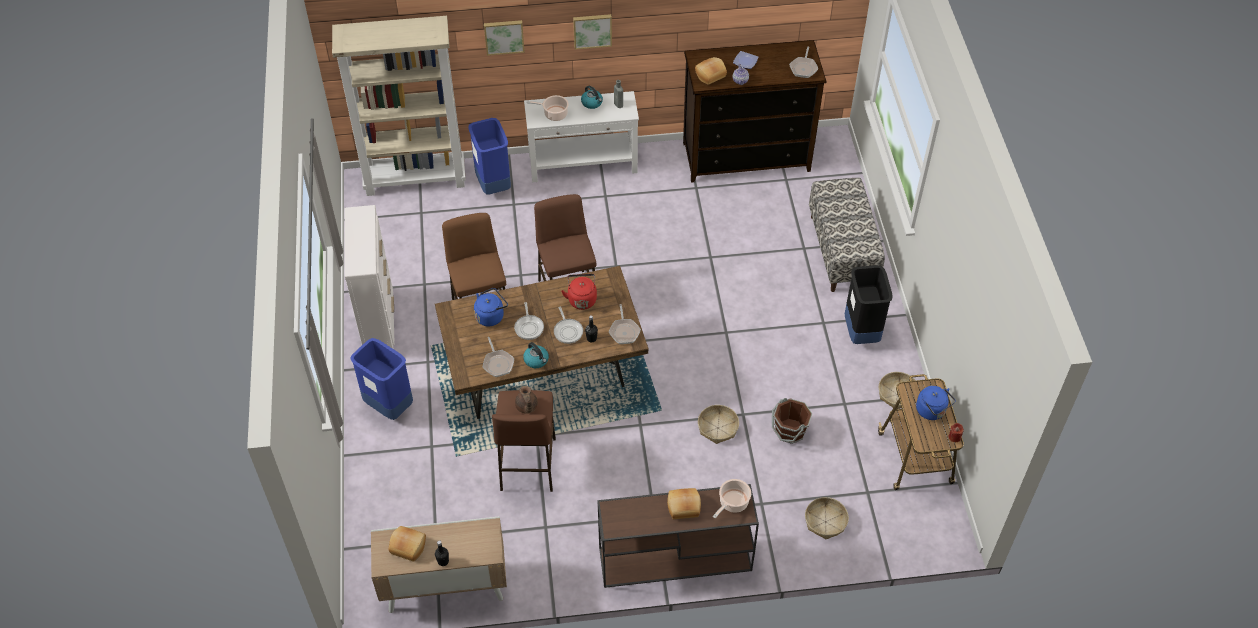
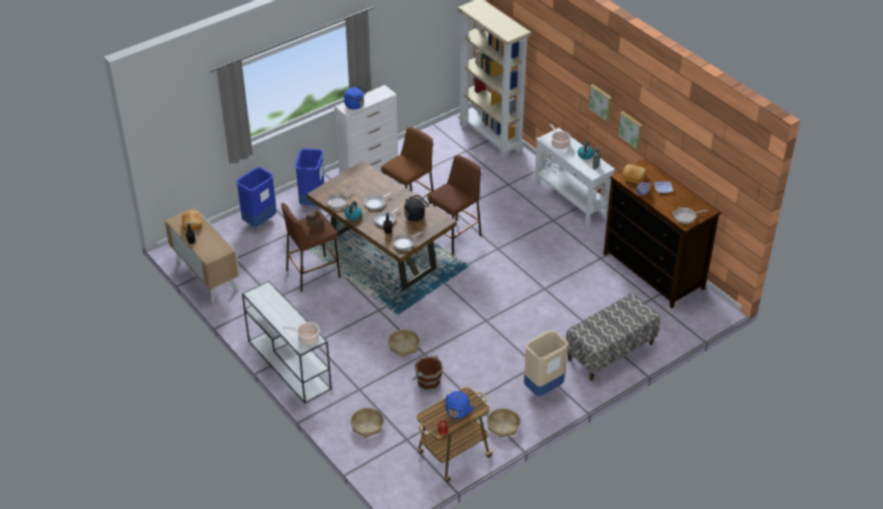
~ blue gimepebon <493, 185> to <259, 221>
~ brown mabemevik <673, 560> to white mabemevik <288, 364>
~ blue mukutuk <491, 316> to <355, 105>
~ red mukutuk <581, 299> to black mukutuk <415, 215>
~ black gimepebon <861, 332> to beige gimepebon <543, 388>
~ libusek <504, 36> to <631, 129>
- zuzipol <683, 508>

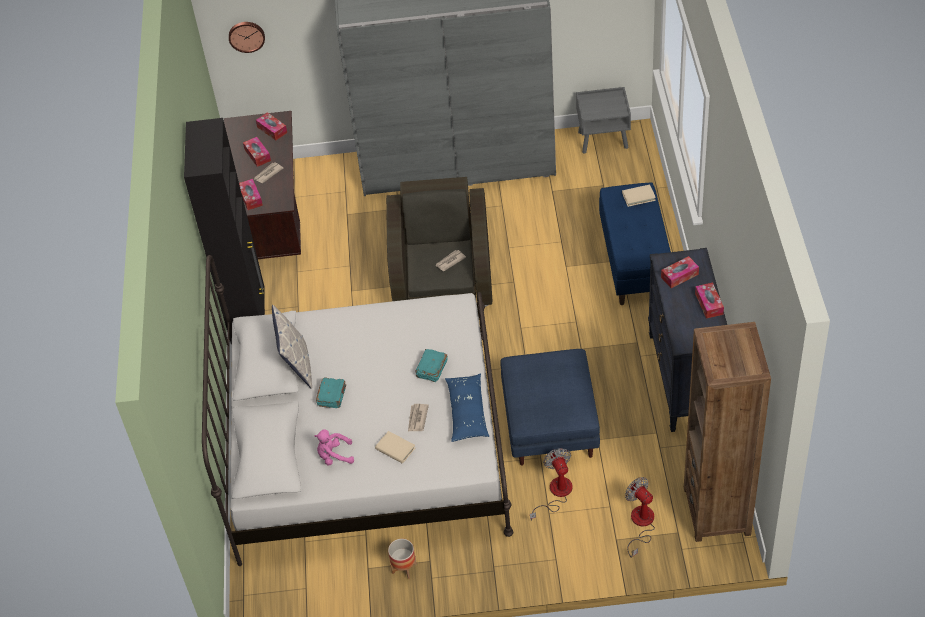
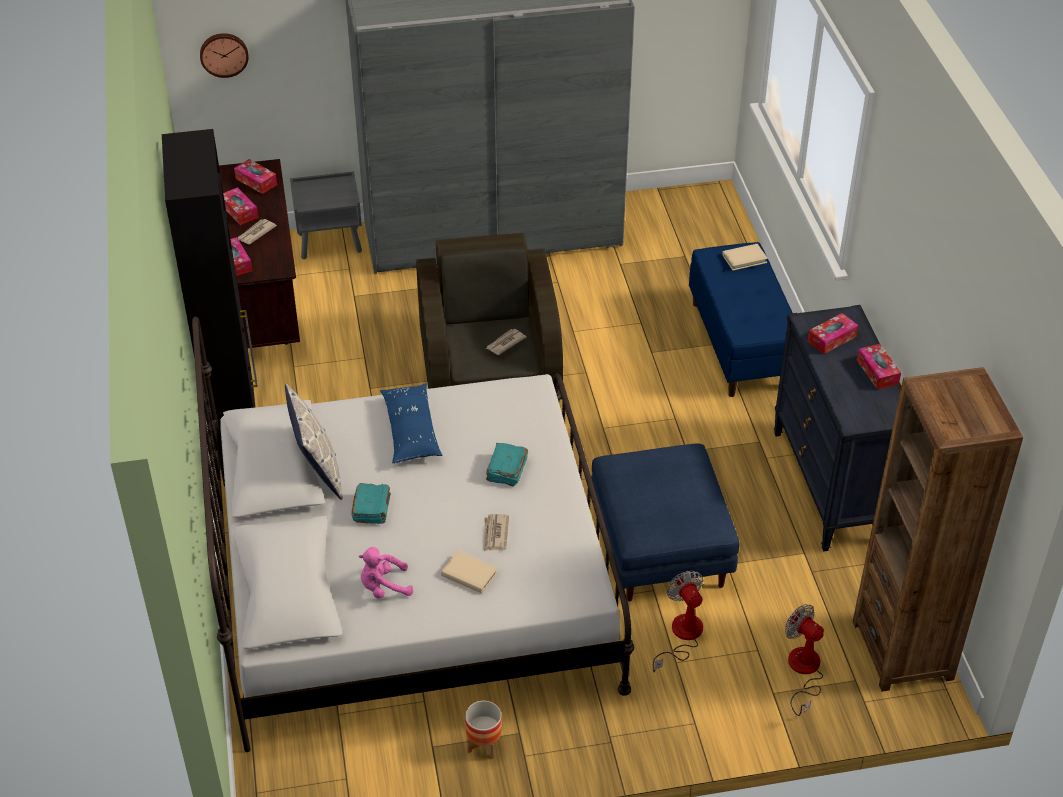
~ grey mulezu <603, 140> to <330, 242>
~ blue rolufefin <467, 412> to <410, 431>

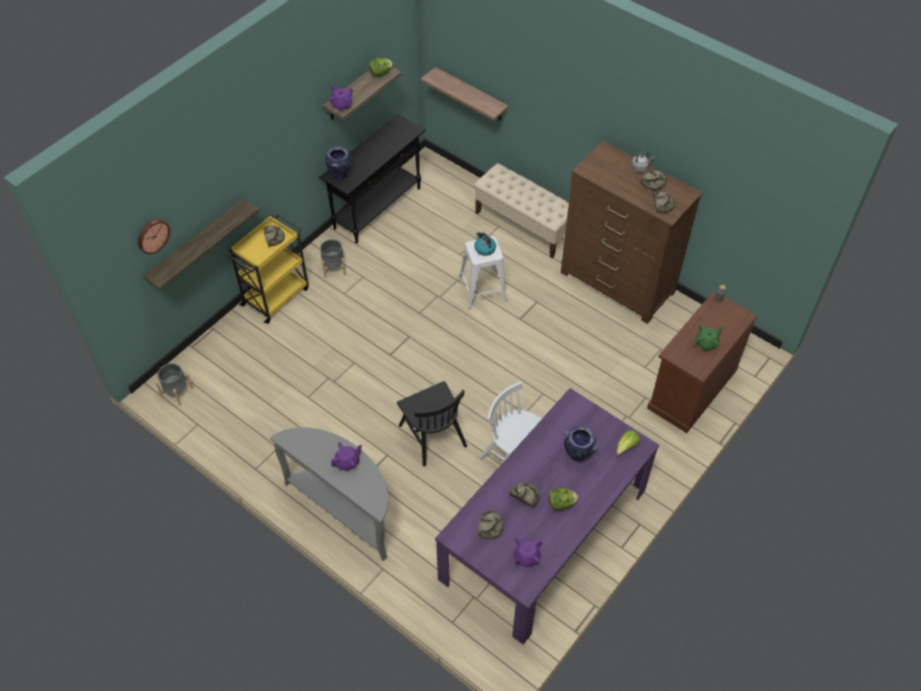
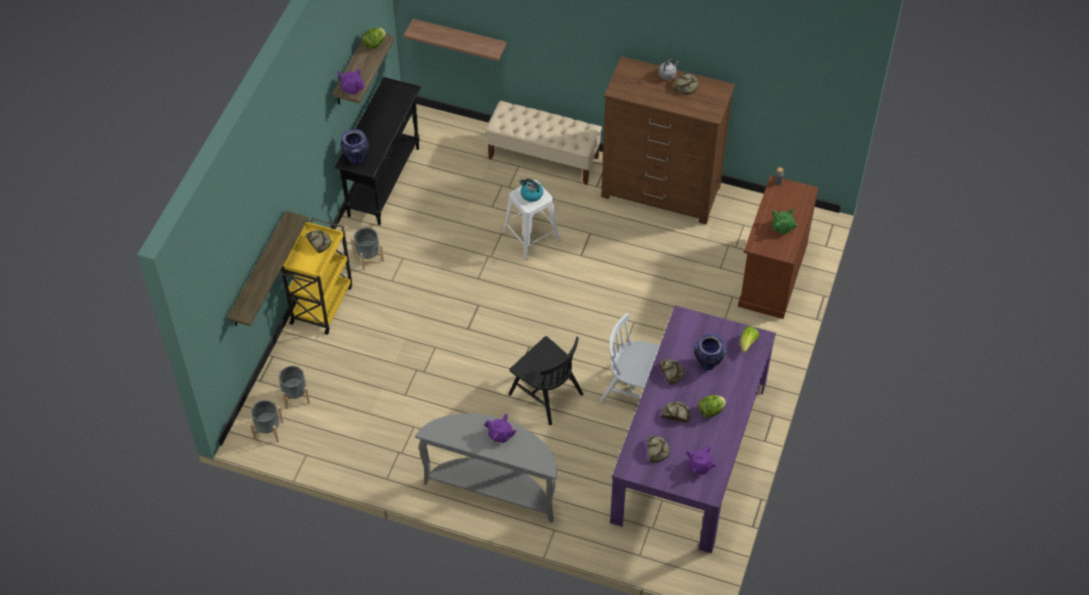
+ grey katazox <295, 396>
~ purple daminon <348, 462> = <500, 435> 75 degrees clockwise
~ zuzipol <662, 204> to <671, 372>
- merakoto <152, 235>

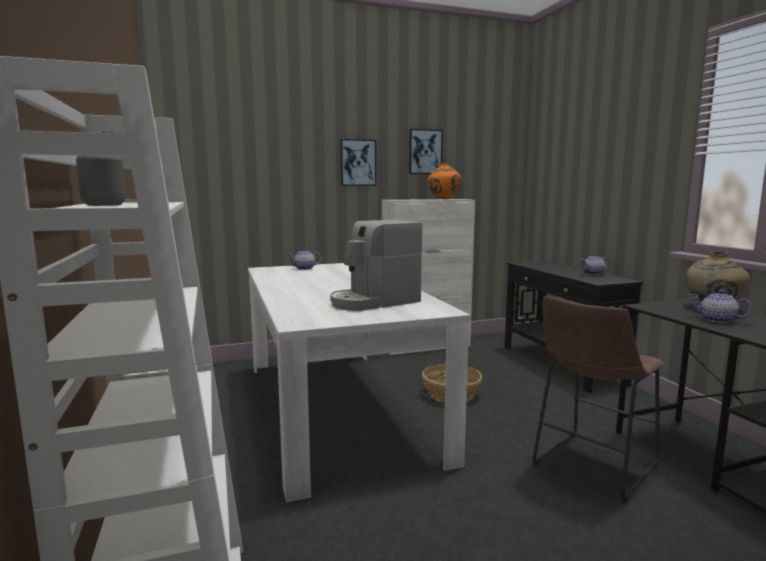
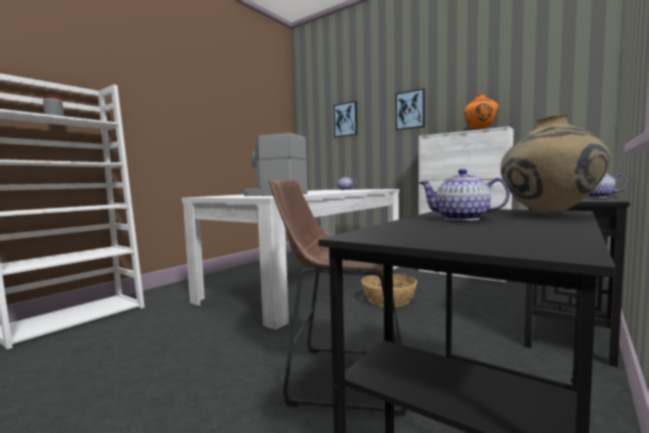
~ libusek <425, 152> to <346, 119>
~ daminon <718, 320> = <462, 218> 75 degrees counterclockwise

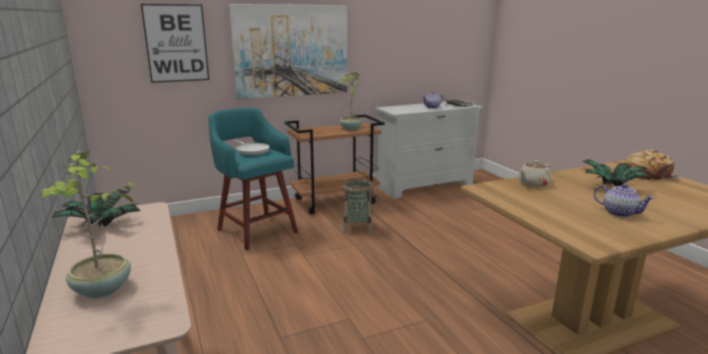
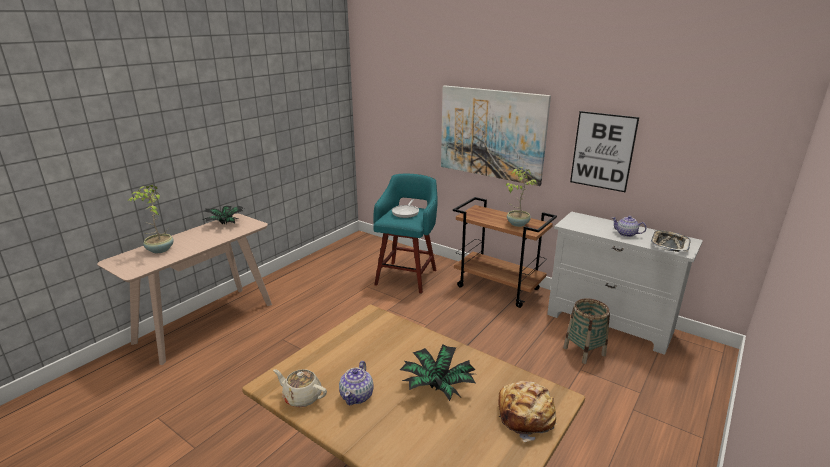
~ beige daminon <533, 184> to <301, 397>
~ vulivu <357, 228> to <584, 351>
~ libusek <176, 43> to <602, 151>

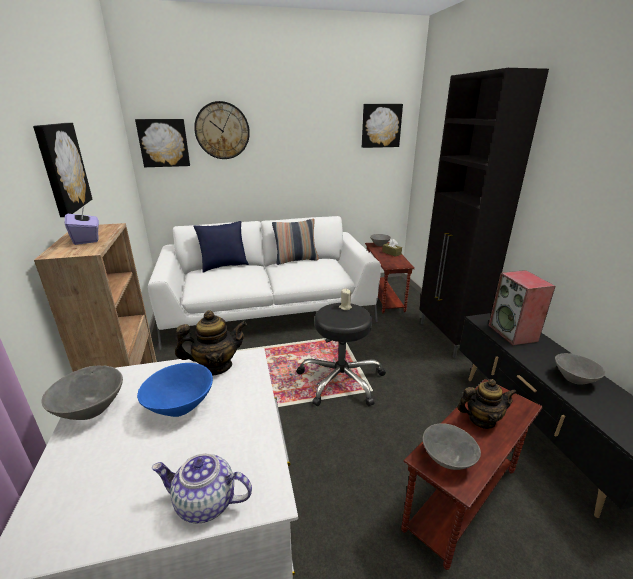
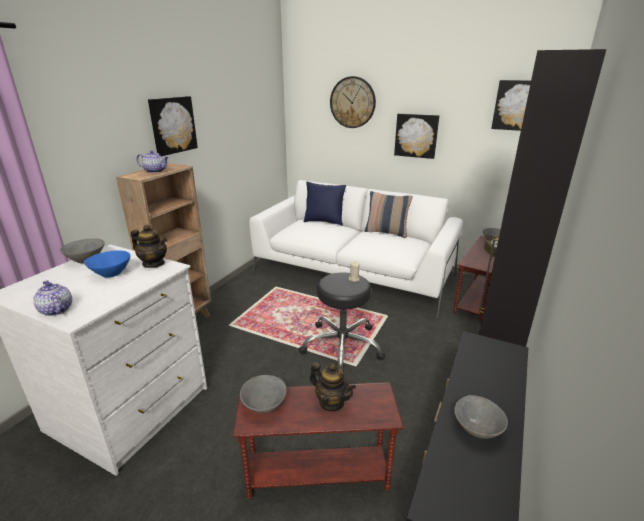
~ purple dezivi <87, 239> to daminon <155, 171>
~ libusek <164, 143> to <416, 135>
- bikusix <513, 333>

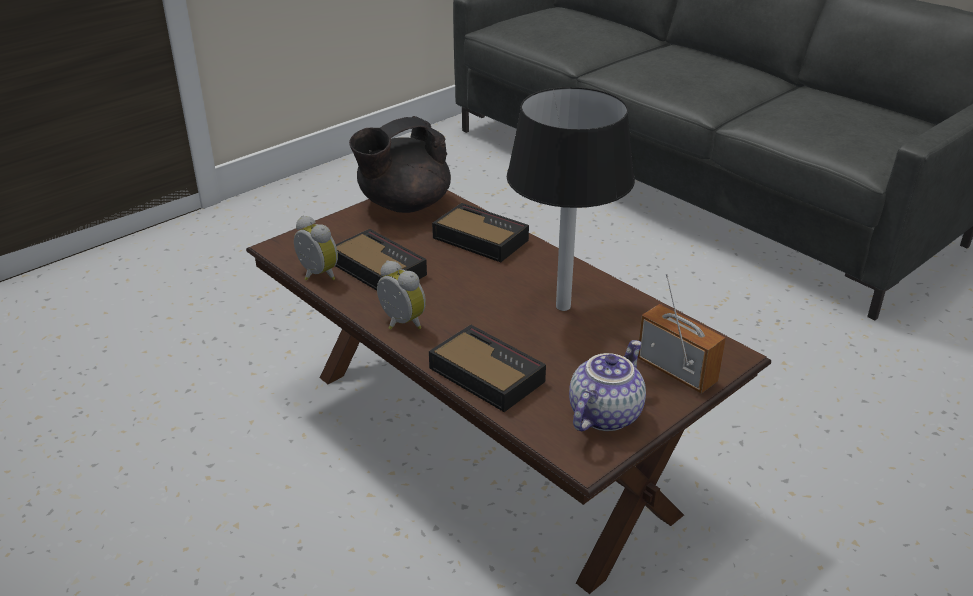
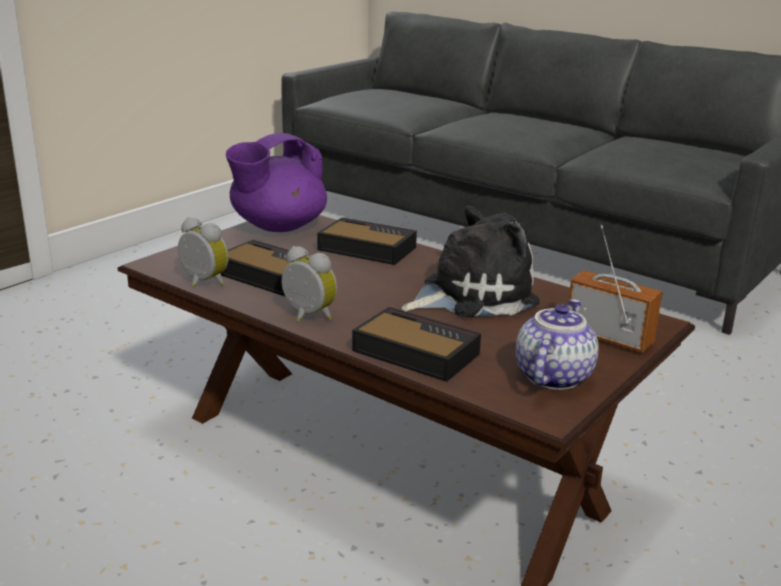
~ black daminon <403, 205> to purple daminon <277, 226>
~ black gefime <562, 306> to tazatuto <471, 295>

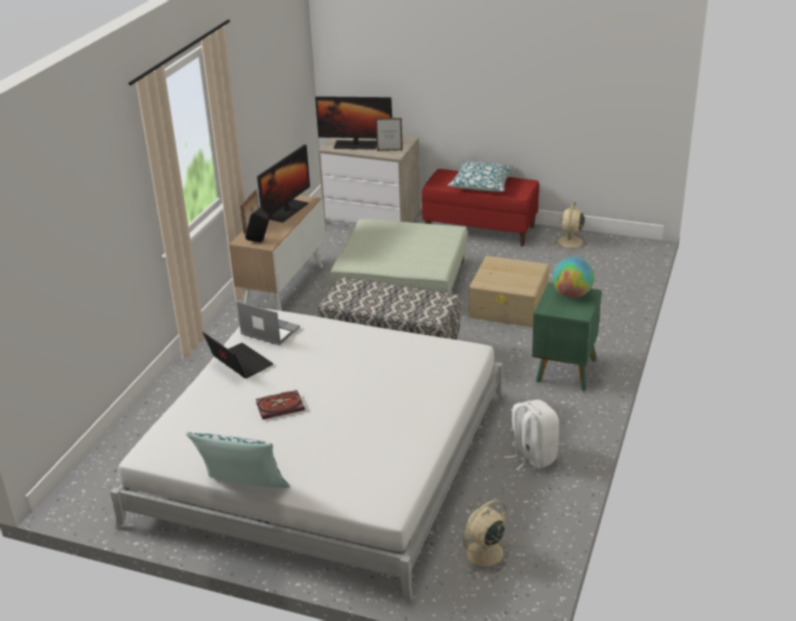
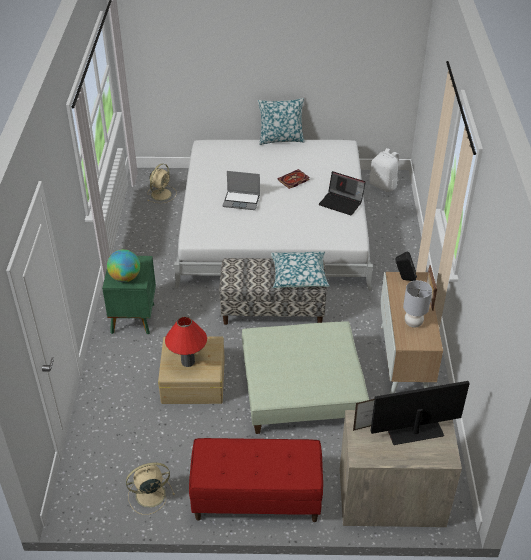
~ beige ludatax <570, 242> = <149, 495> 105 degrees counterclockwise
+ red gefime <188, 361>
~ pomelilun <269, 331> to <242, 201>
~ rolufefin <481, 184> to <299, 275>
~ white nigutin <532, 456> to <383, 185>
~ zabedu <287, 211> to grey gefime <413, 323>

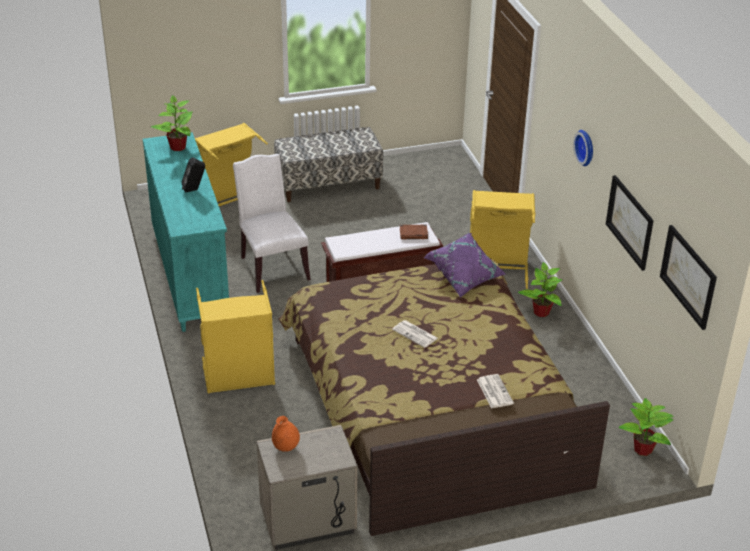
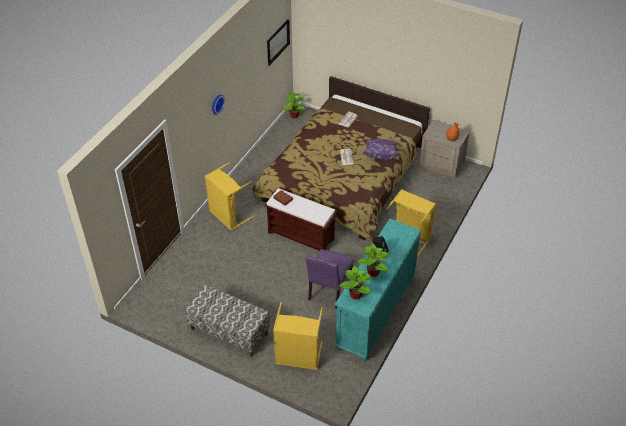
~ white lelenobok <271, 267> to purple lelenobok <328, 291>
~ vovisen <541, 312> to <373, 272>
~ purple rolufefin <464, 276> to <380, 154>
- libusek <630, 222>

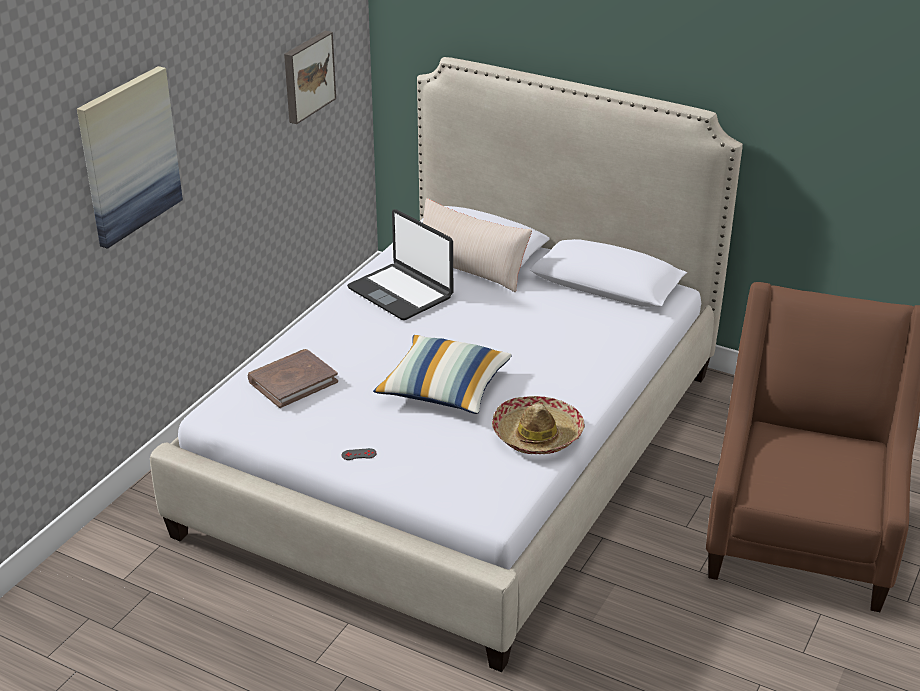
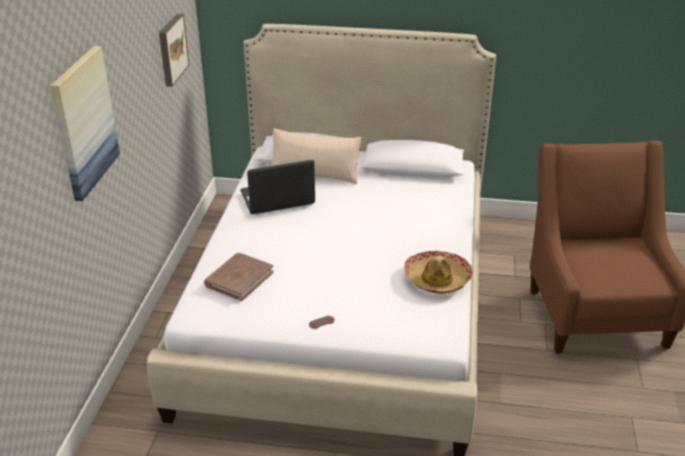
~ pomelilun <401, 292> = <277, 199> 135 degrees clockwise
- rolufefin <444, 389>

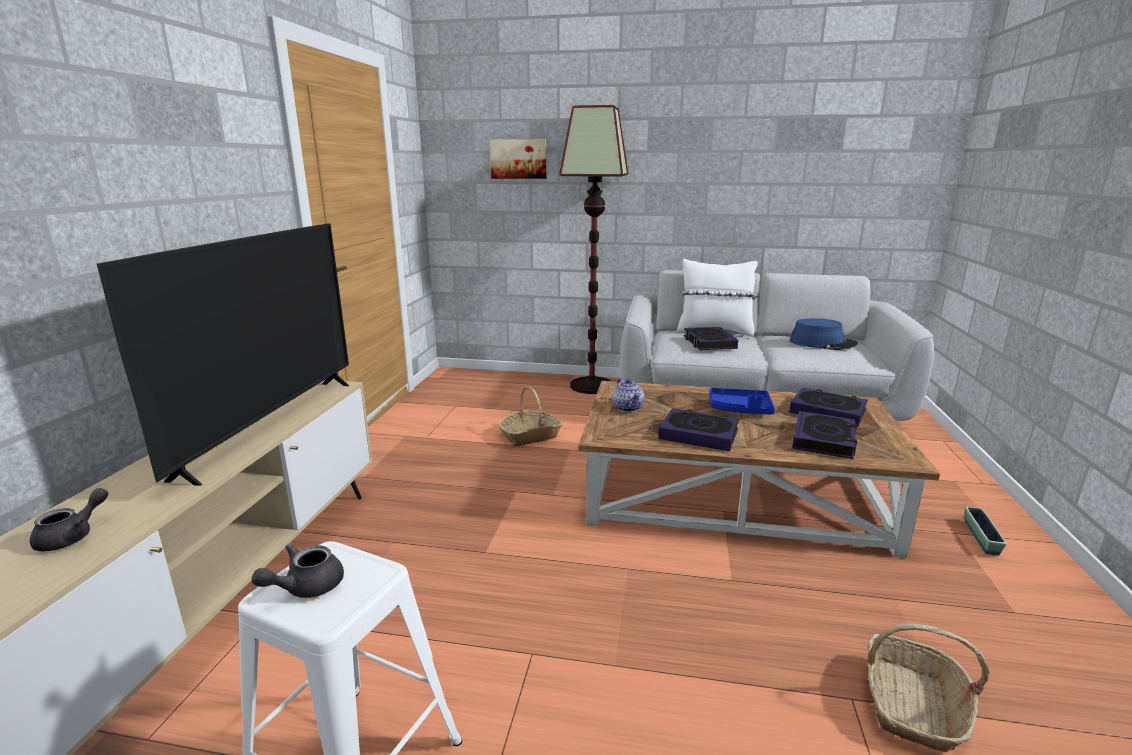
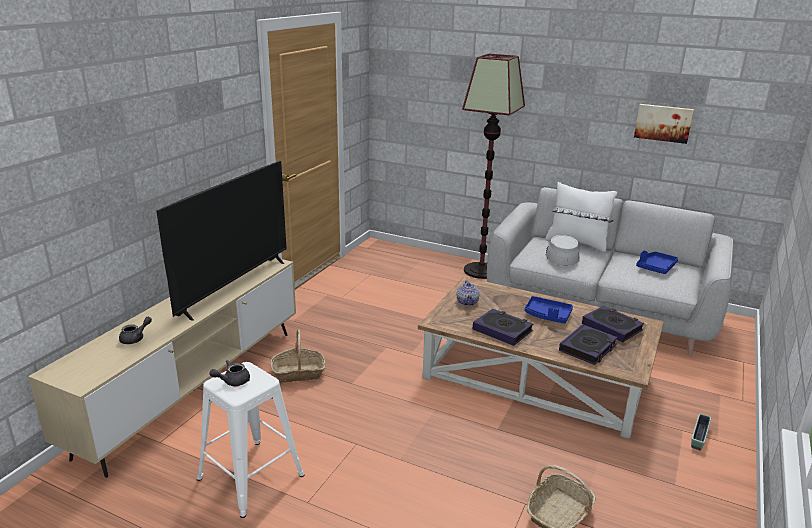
~ vulivu <530, 436> to <298, 373>
~ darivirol <709, 343> to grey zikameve <561, 255>
~ libusek <519, 159> to <663, 123>
~ blue zikameve <822, 343> to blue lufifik <656, 267>

